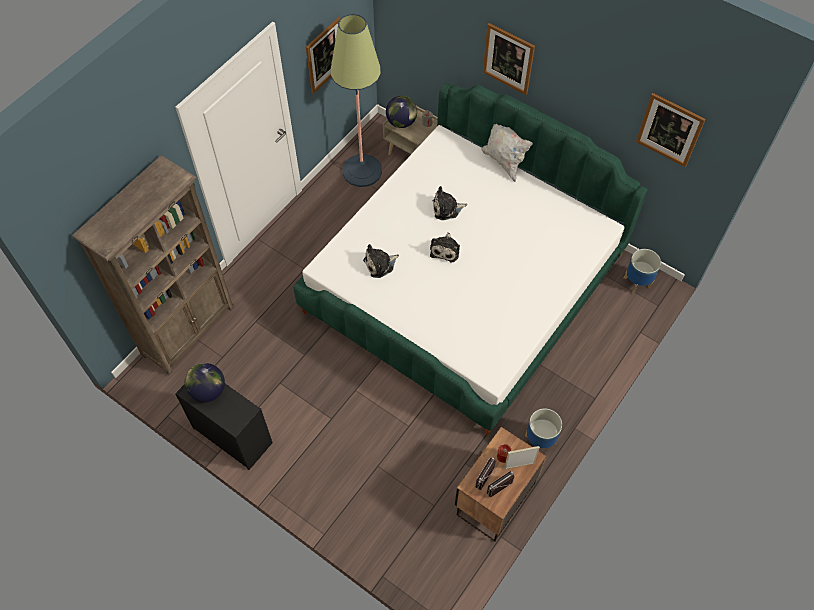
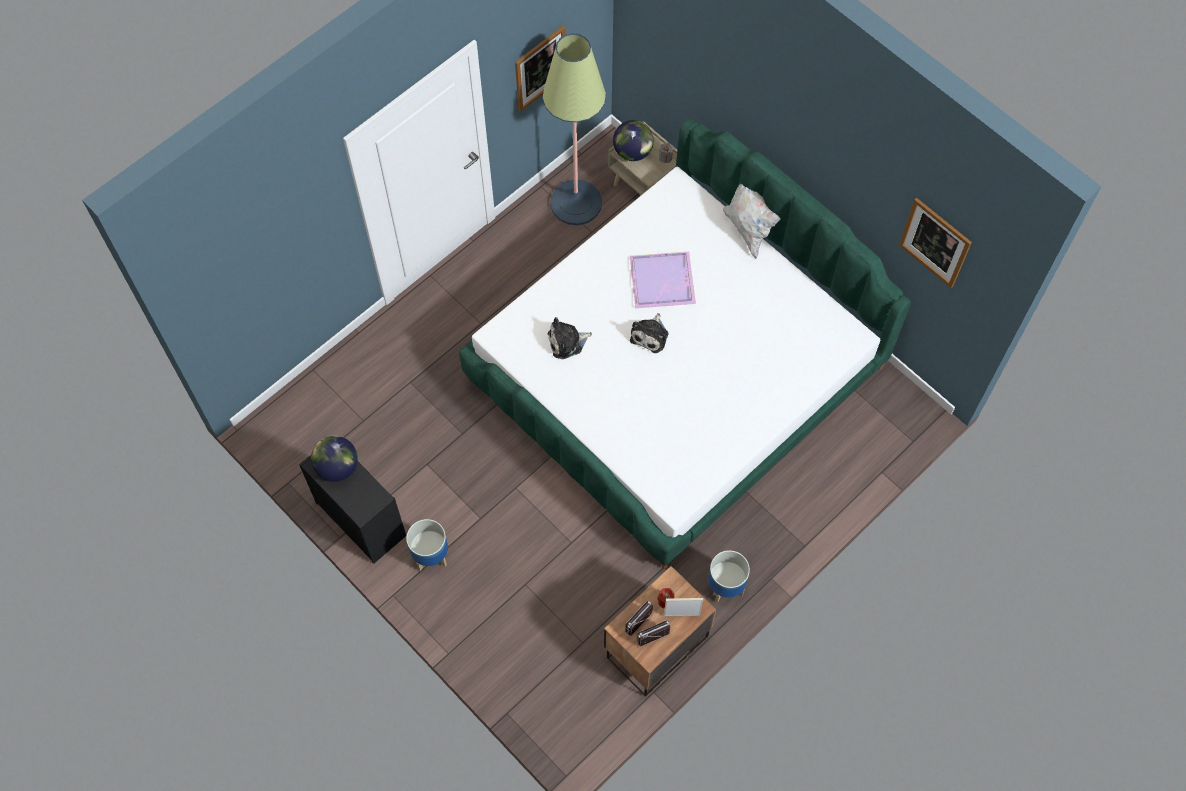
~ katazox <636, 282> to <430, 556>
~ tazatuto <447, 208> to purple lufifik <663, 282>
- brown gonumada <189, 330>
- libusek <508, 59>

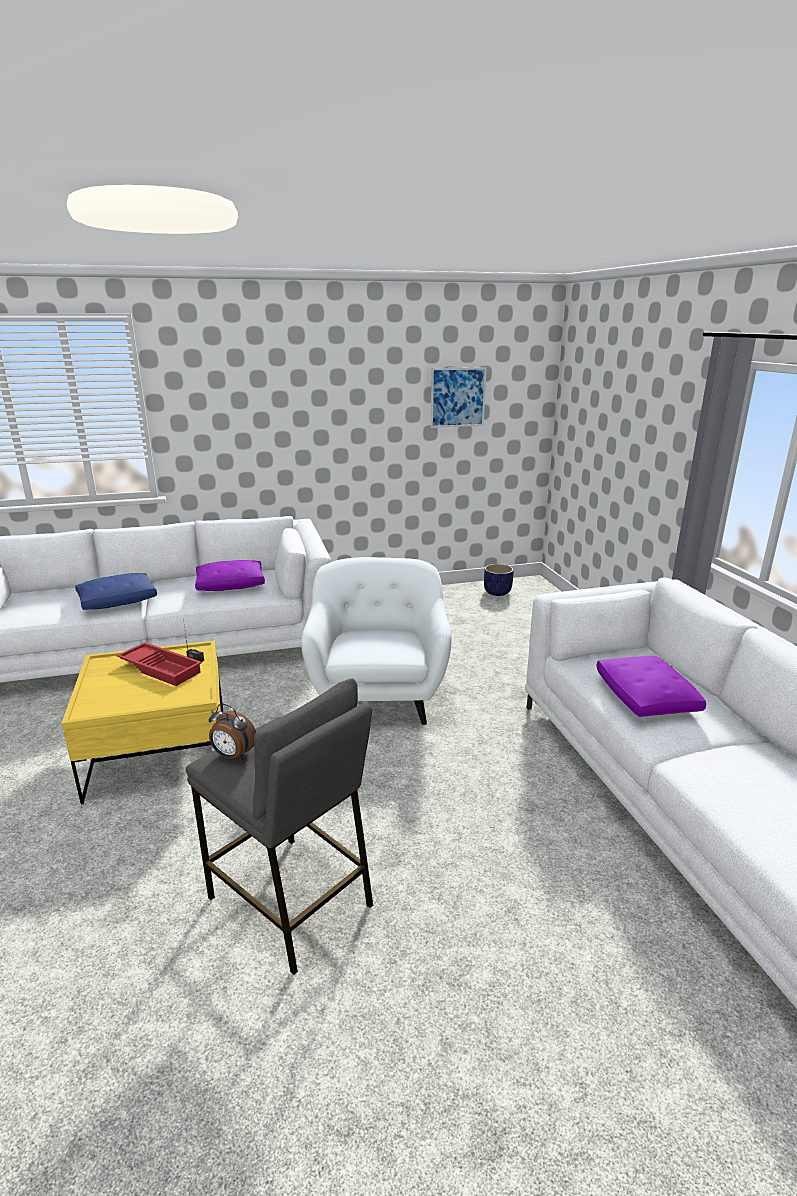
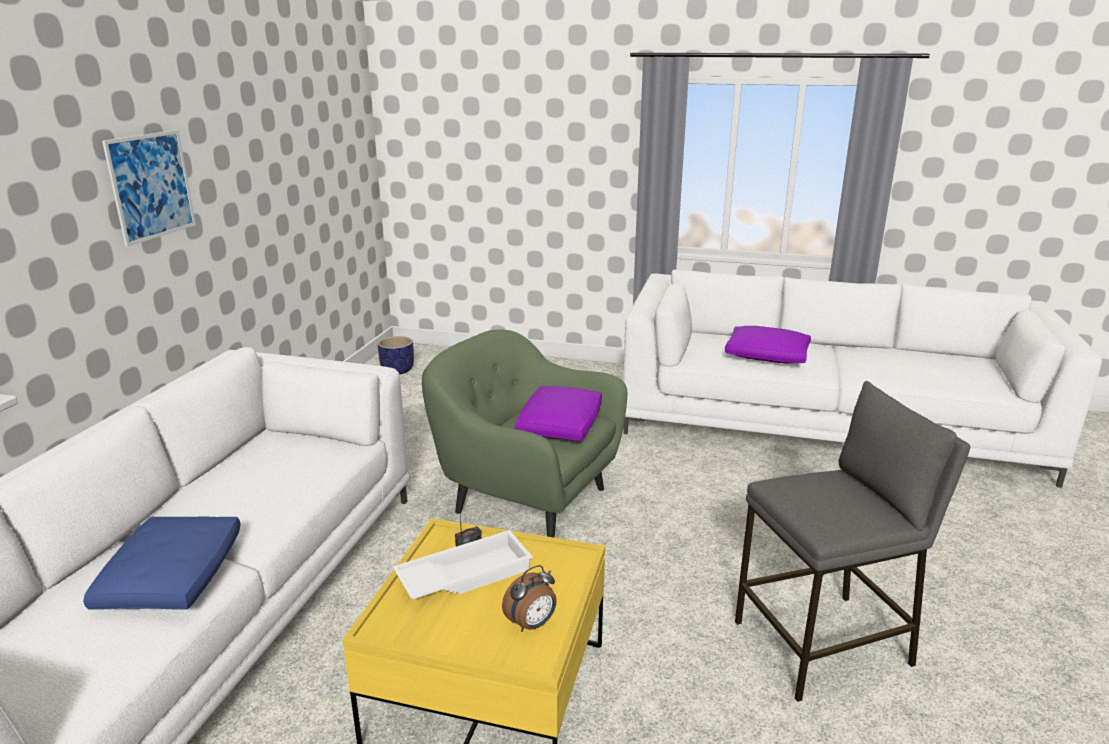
~ libusek <458, 397> to <151, 186>
~ red lufifik <162, 668> to white lufifik <464, 574>
~ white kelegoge <378, 697> to green kelegoge <526, 498>
~ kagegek <233, 756> to <532, 624>
~ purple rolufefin <231, 585> to <560, 425>

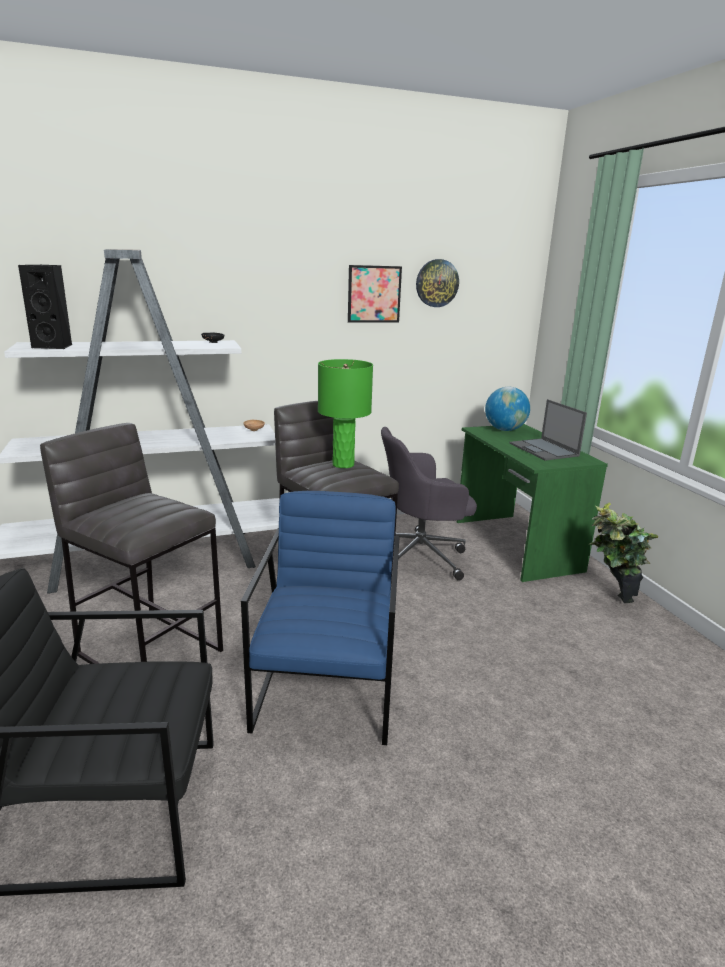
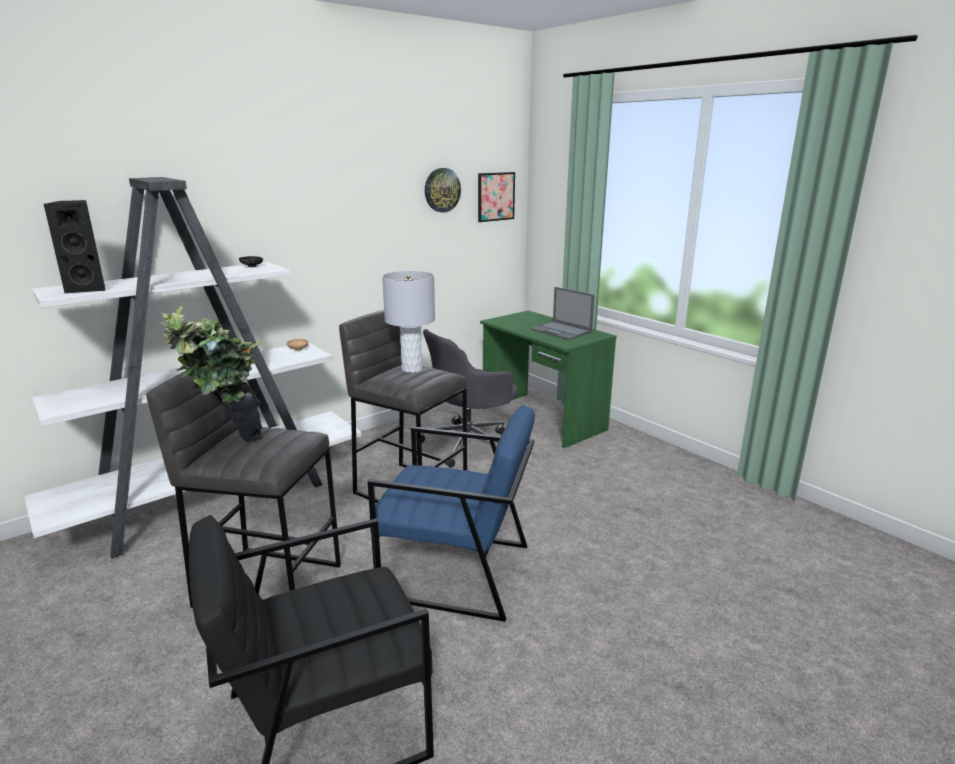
~ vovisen <610, 602> to <228, 443>
~ blue kelegoge <328, 687> = <456, 571> 120 degrees clockwise
~ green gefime <343, 465> to grey gefime <412, 369>
~ libusek <374, 294> to <496, 196>
- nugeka <504, 430>

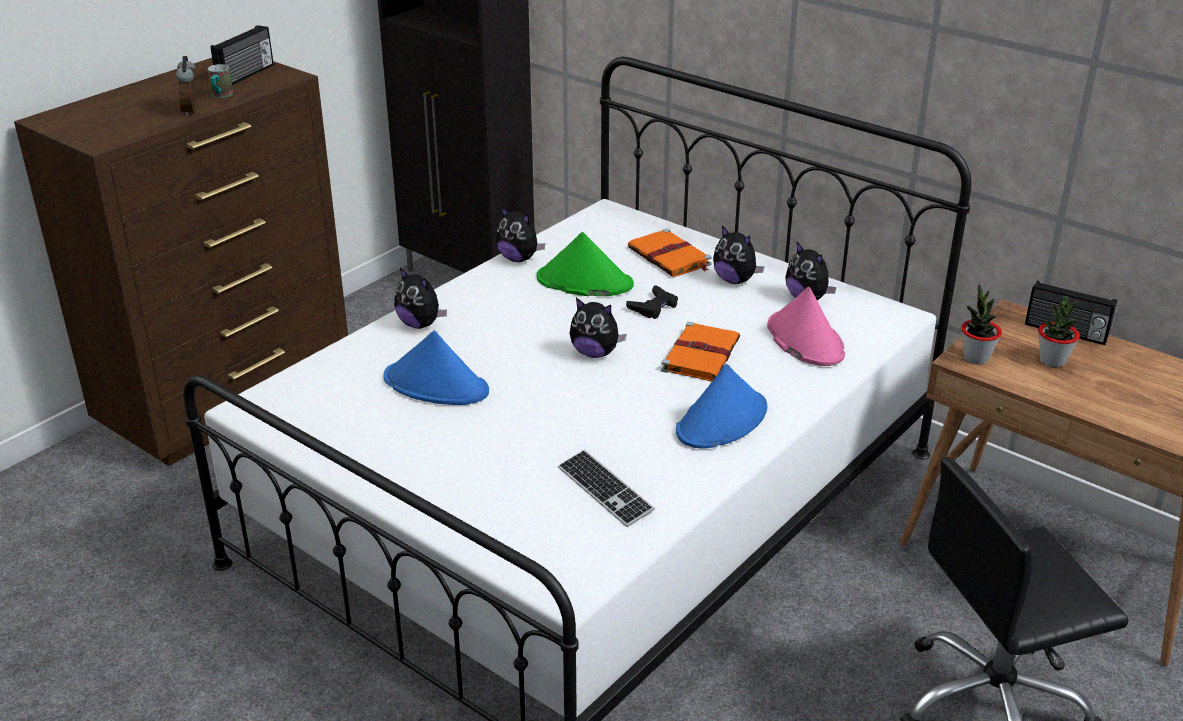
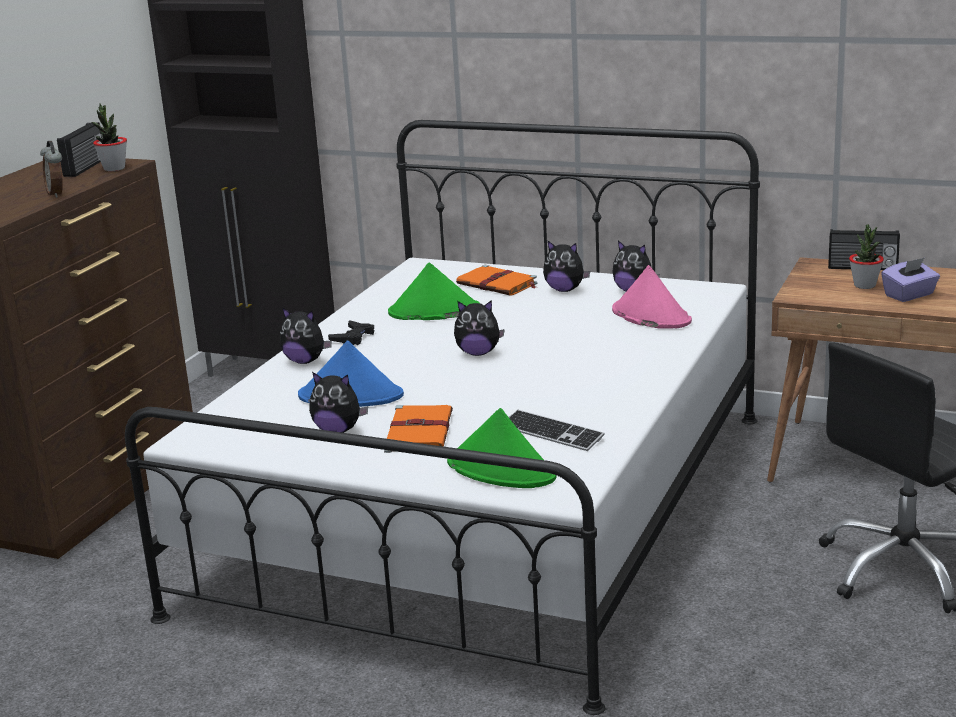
~ vovisen <975, 358> to <114, 168>
~ tazatuto <519, 259> to <338, 430>
~ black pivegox <653, 307> to <353, 337>
~ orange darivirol <701, 354> to <419, 431>
+ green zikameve <502, 469>
+ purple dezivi <909, 295>
- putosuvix <221, 96>
- blue zikameve <722, 420>

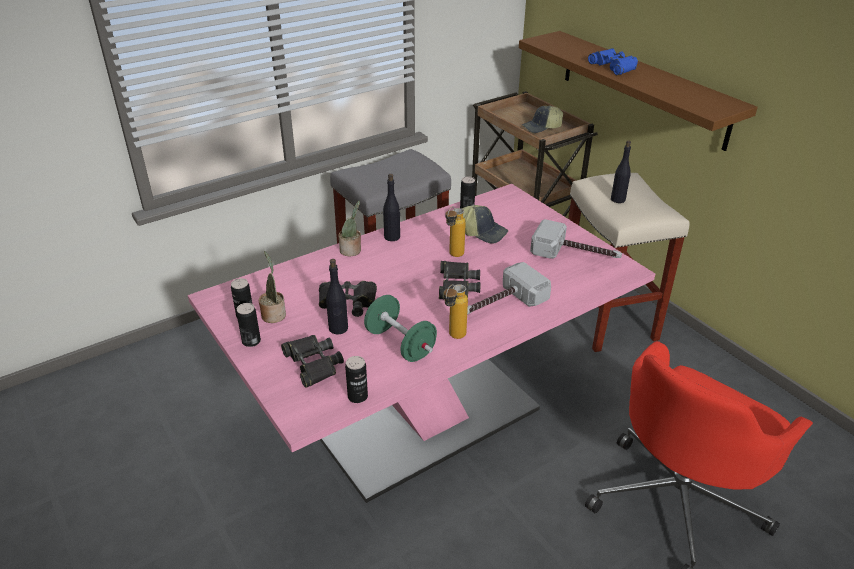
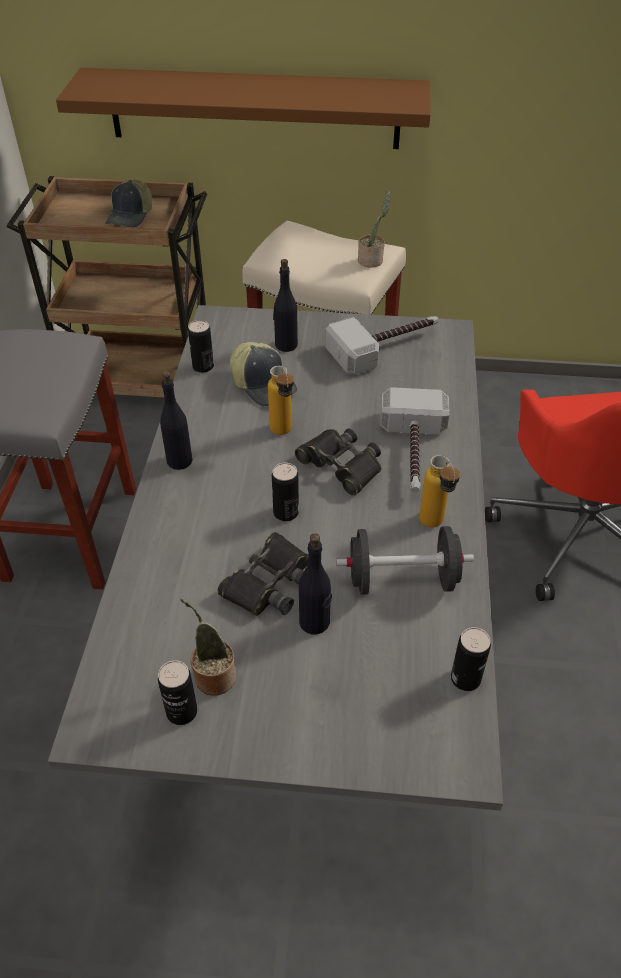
~ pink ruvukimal <426, 417> to grey ruvukimal <310, 647>
~ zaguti <482, 232> = <264, 384> 75 degrees clockwise
~ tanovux <251, 341> to <286, 512>
~ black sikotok <617, 199> to <286, 345>
~ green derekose <400, 344> to black derekose <402, 580>
~ vovisen <351, 251> to <372, 260>
- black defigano <312, 364>
- blue defigano <613, 67>

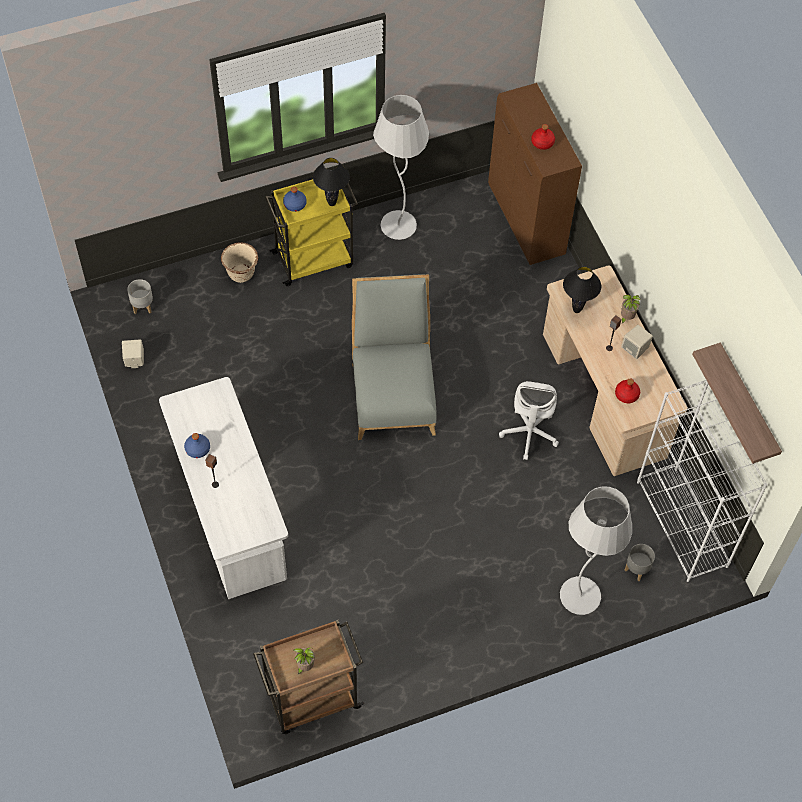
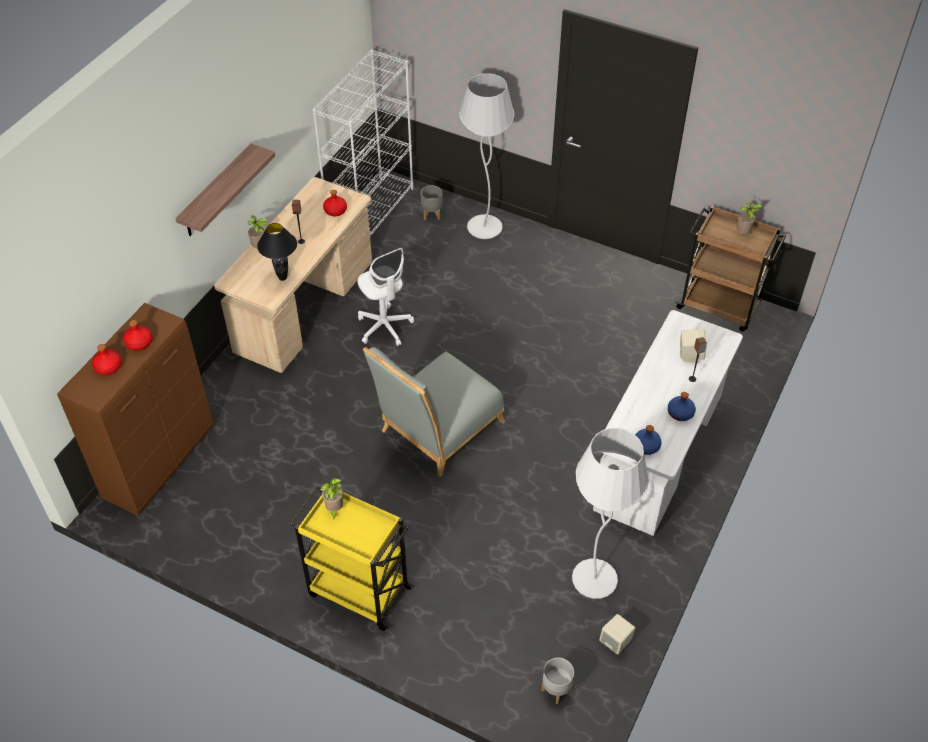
+ red sikotok <108, 367>
~ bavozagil <747, 404> to <216, 192>
~ black gefime <332, 203> to vovisen <334, 509>
~ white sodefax <529, 434> = <385, 327> 90 degrees clockwise
~ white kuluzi <398, 226> to <594, 580>
~ blue sikotok <295, 204> to <646, 446>
~ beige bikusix <635, 349> to <690, 355>
- beige katazox <241, 274>

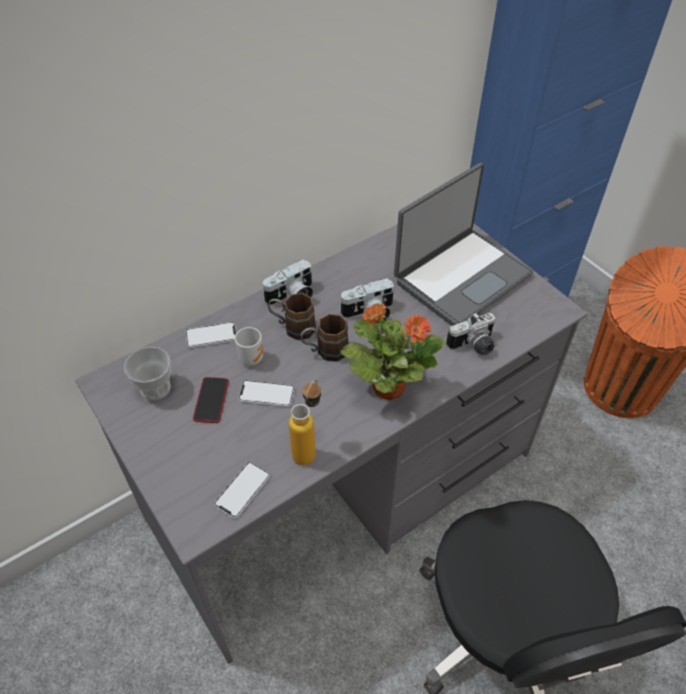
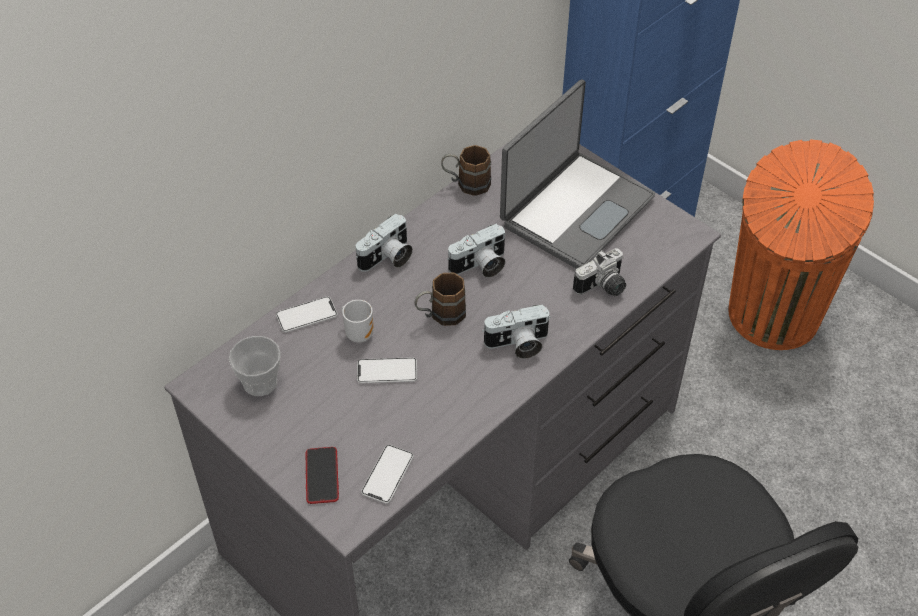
~ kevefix <211, 400> to <322, 476>
~ brown putosuvix <293, 327> to <466, 184>
~ vovisen <387, 386> to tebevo <518, 344>
- sikotok <308, 448>

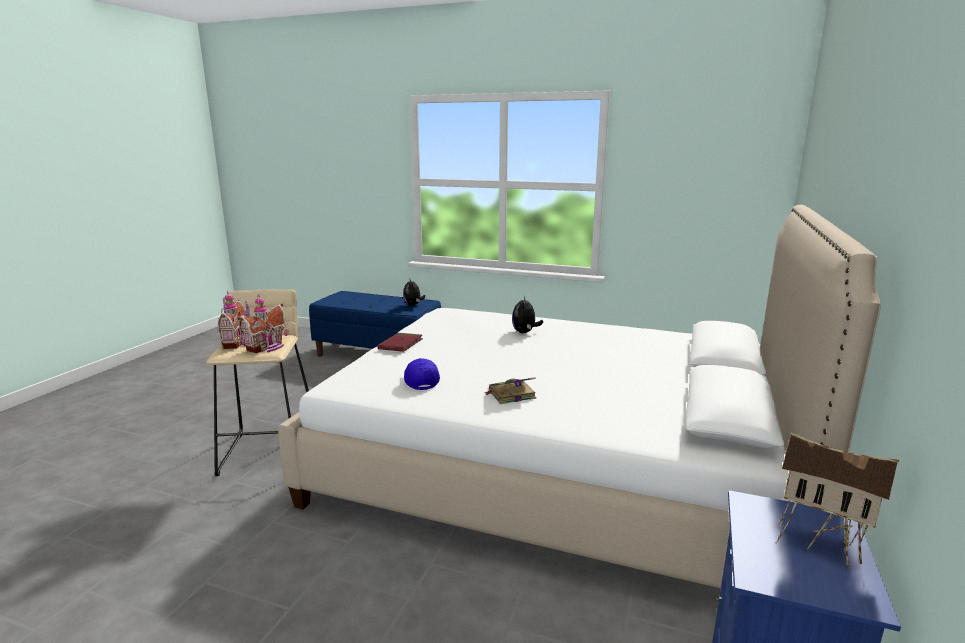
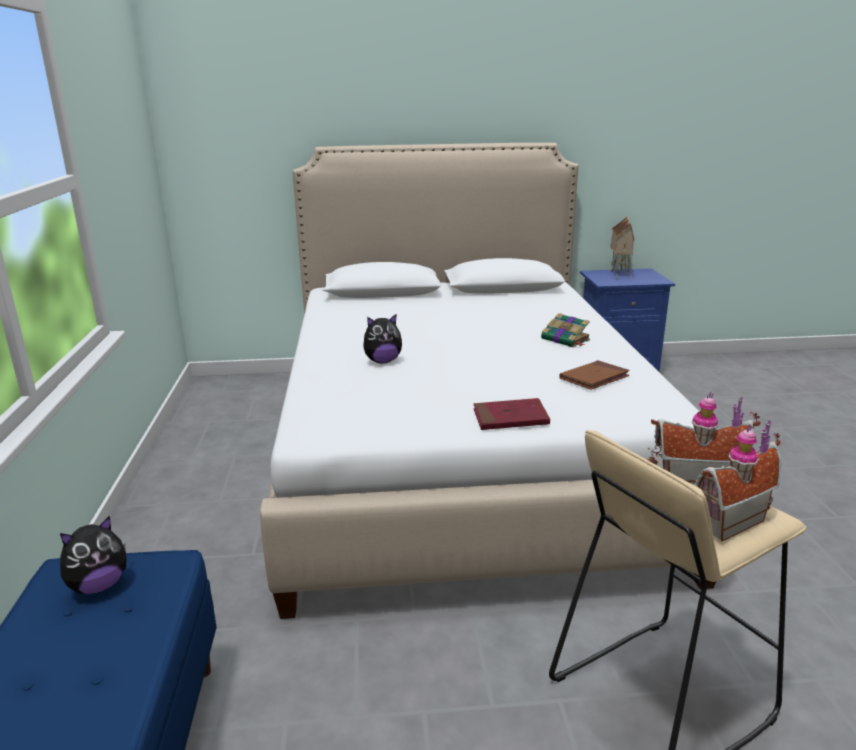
~ blue zaguti <421, 380> to brown darivirol <594, 378>

